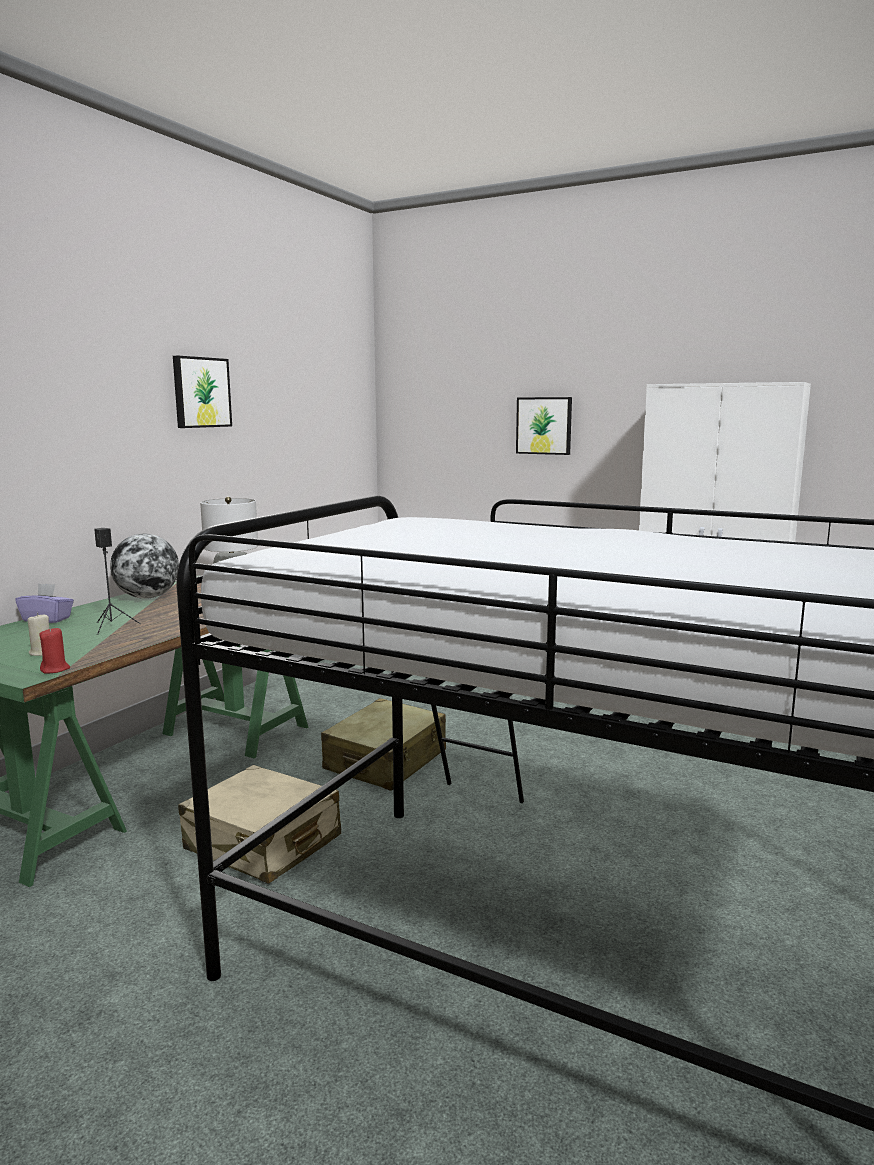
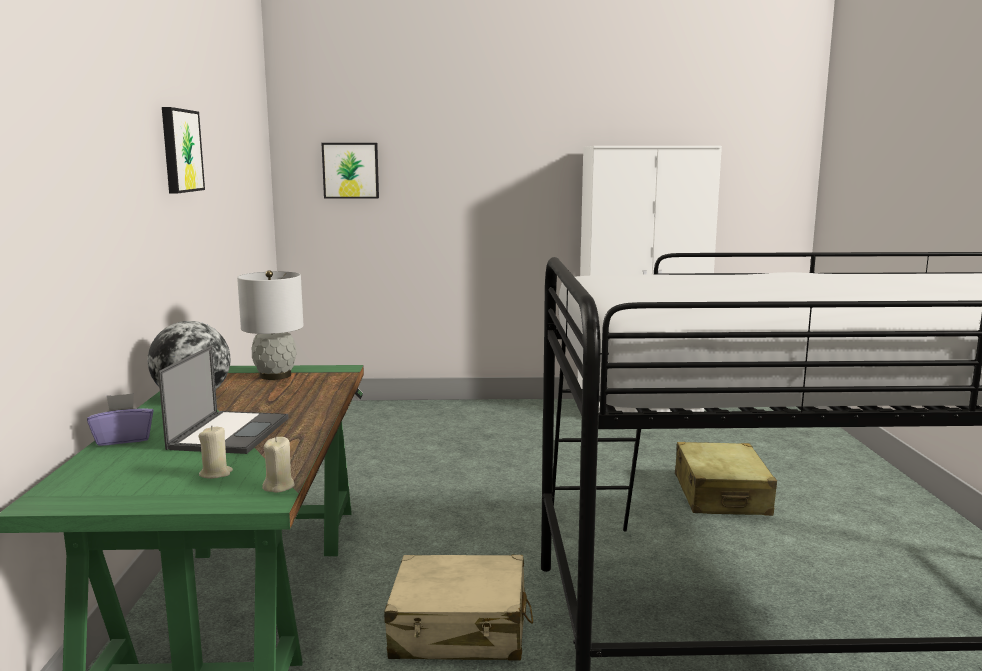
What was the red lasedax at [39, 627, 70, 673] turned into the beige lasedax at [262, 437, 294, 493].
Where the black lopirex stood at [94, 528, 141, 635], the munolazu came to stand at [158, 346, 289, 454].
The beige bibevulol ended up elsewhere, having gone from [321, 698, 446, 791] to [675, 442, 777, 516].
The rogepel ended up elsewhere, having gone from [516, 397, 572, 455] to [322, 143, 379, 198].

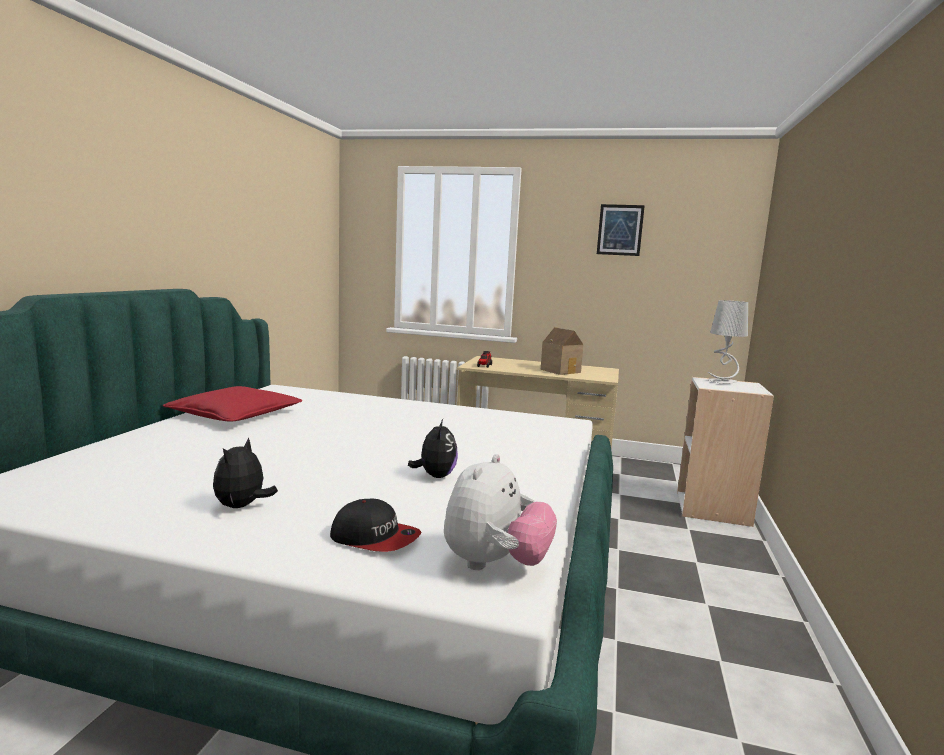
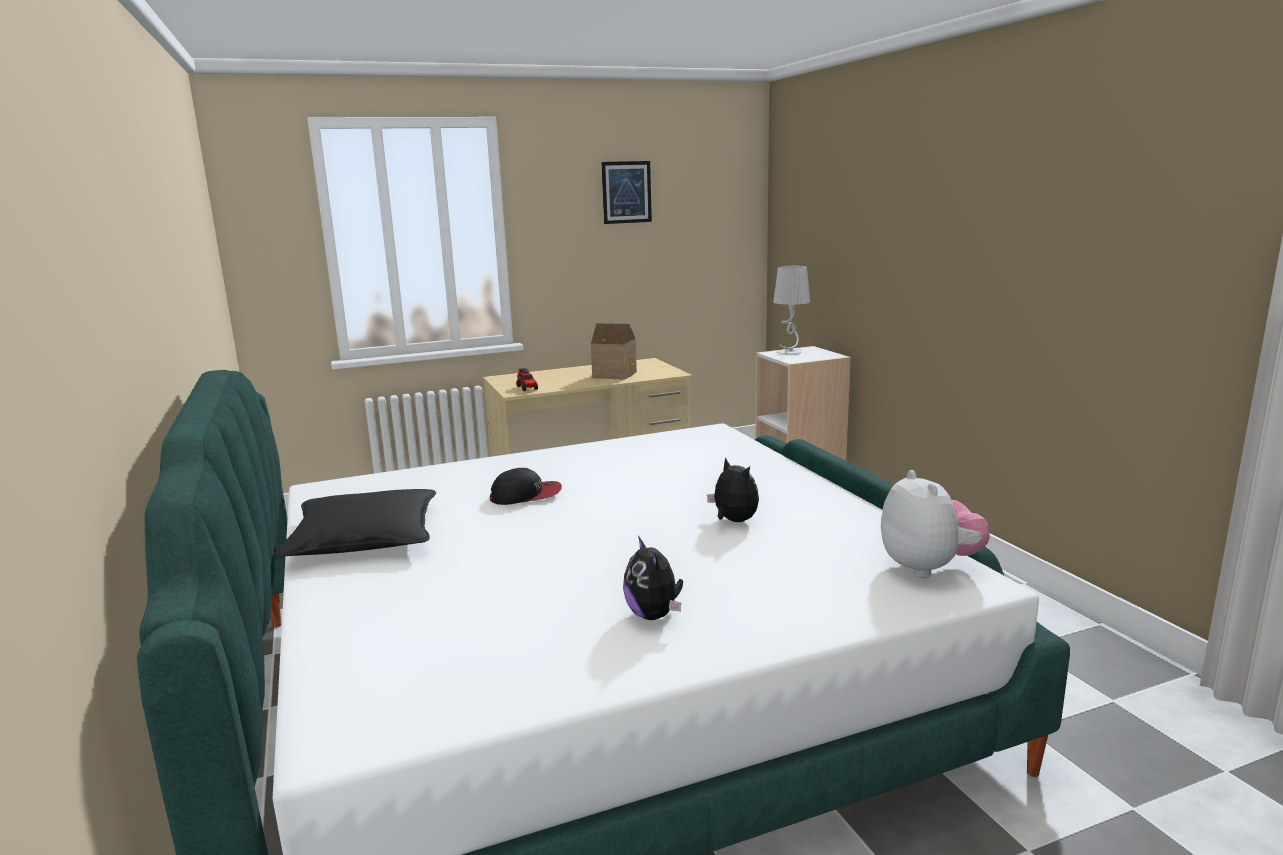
What was the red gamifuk at [163, 386, 302, 421] turned into the black gamifuk at [274, 489, 436, 557].
The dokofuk ended up elsewhere, having gone from [330, 499, 422, 552] to [490, 468, 562, 505].

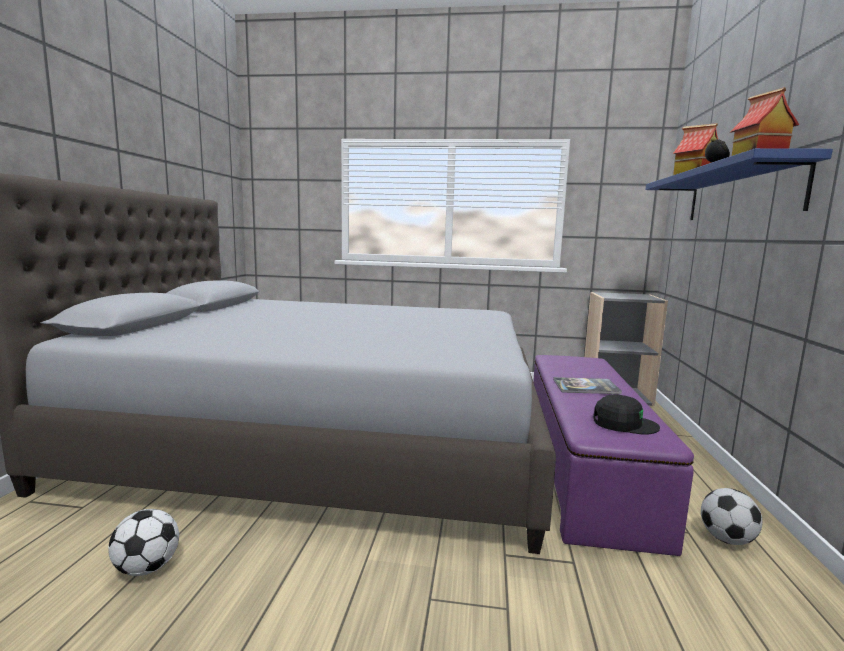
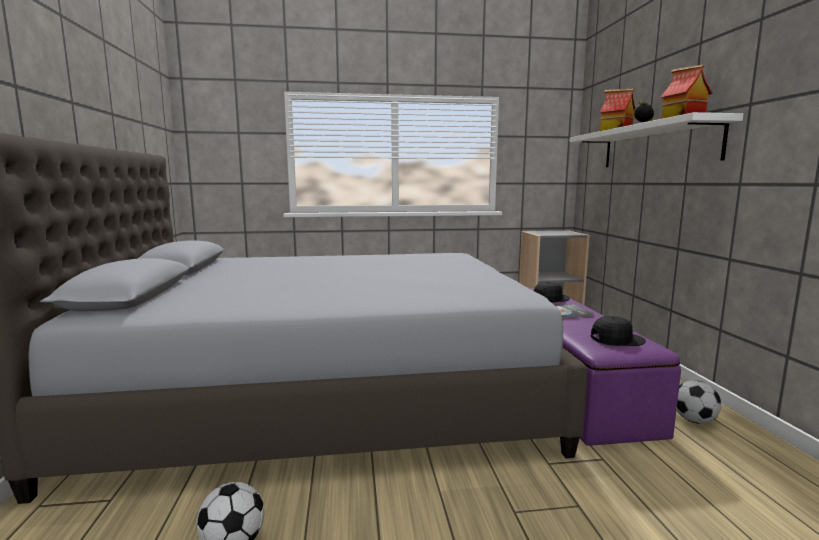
What was the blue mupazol at [645, 148, 833, 220] turned into the white mupazol at [570, 112, 743, 167].
The second view gained the black dokofuk at [534, 282, 570, 302].

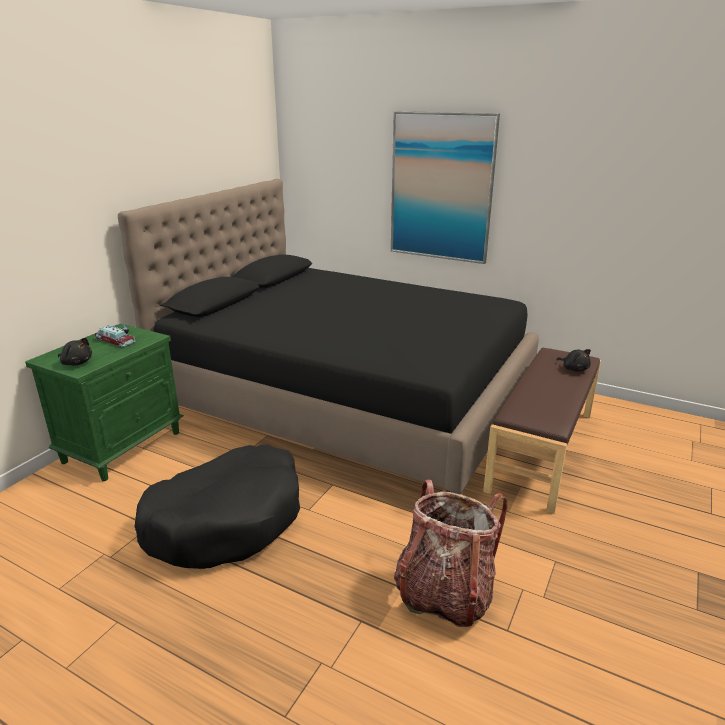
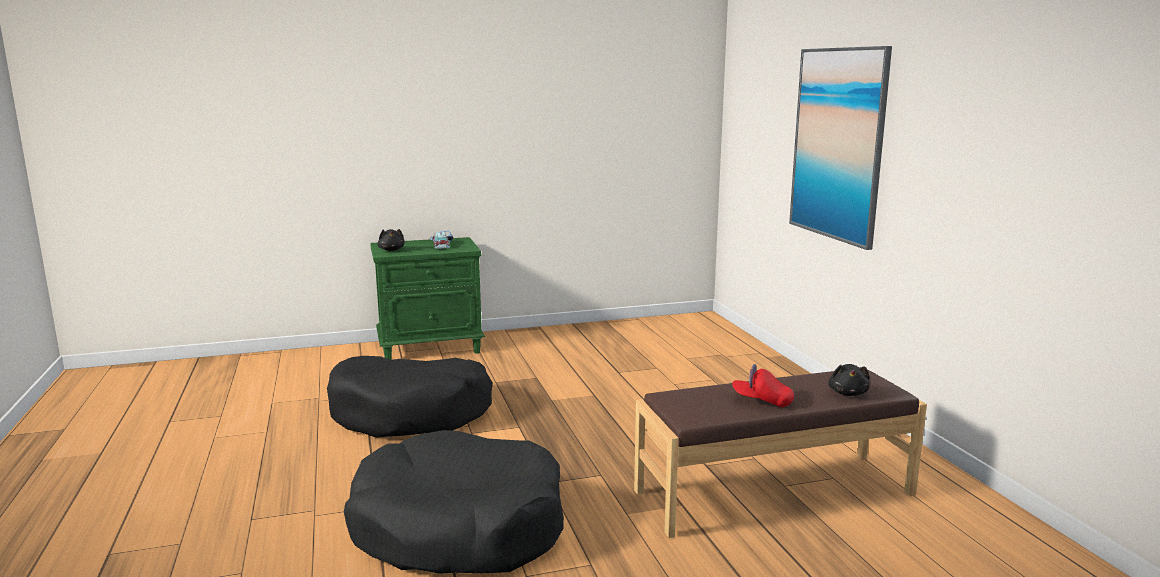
The second view lost the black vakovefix at [118, 179, 539, 494].
Where the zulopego stood at [394, 479, 507, 627], the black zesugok came to stand at [344, 430, 564, 574].
The second view gained the red dokofuk at [732, 364, 794, 407].

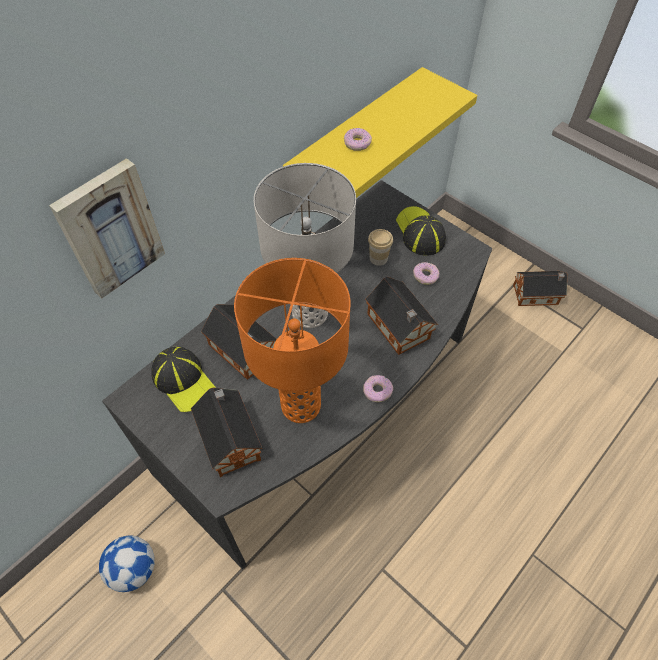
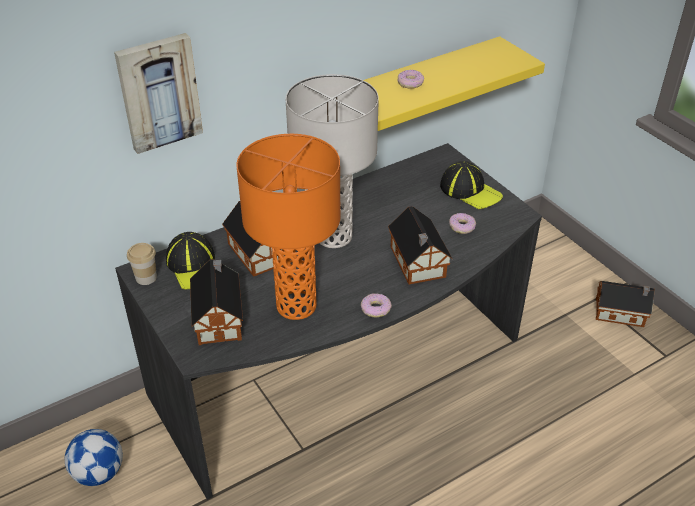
The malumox ended up elsewhere, having gone from [368, 229, 393, 266] to [127, 243, 157, 285].
The dokofuk at [396, 206, 446, 256] ended up facing another way, 135 degrees clockwise from before.

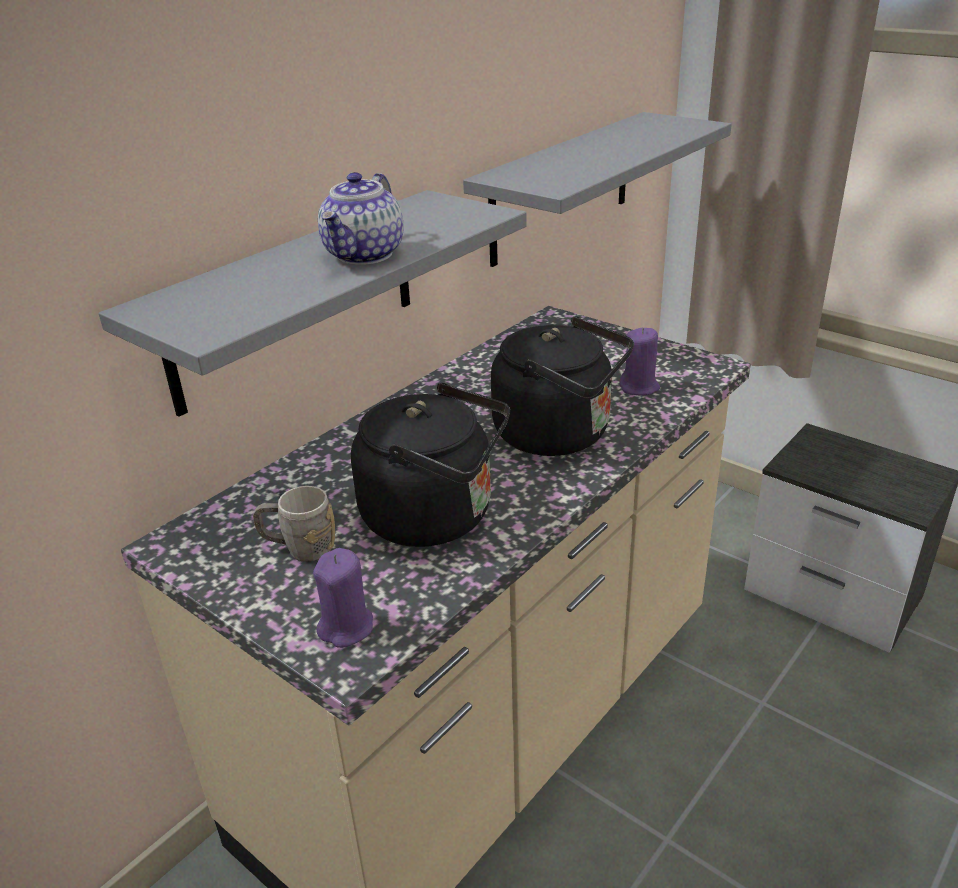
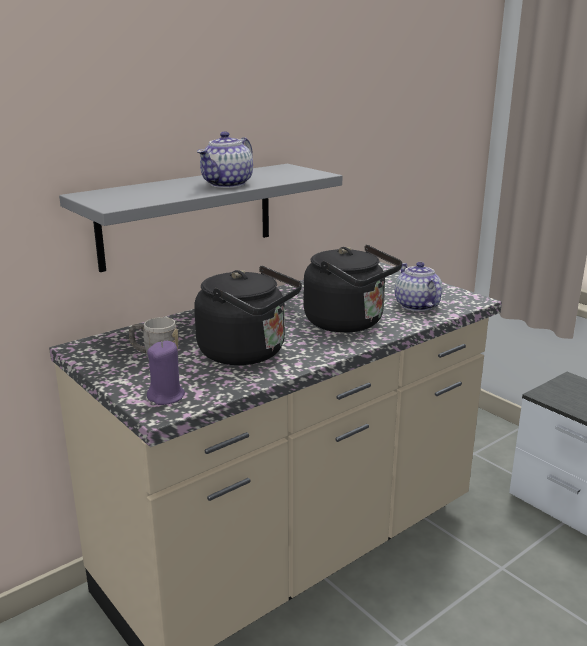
The second view lost the grey mupazol at [463, 112, 732, 267].
Where the purple lasedax stood at [620, 328, 660, 396], the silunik came to stand at [395, 262, 442, 311].

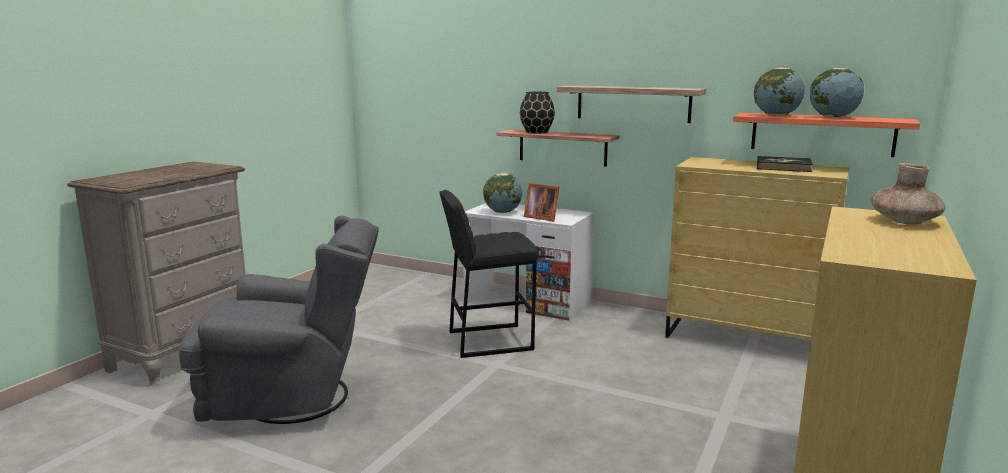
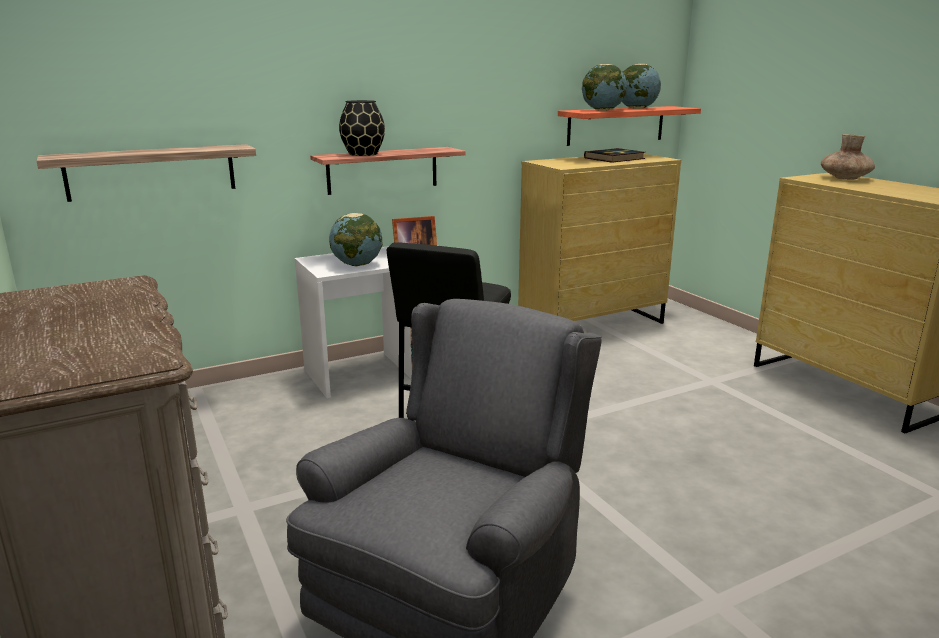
The mupazol ended up elsewhere, having gone from [557, 85, 706, 123] to [37, 144, 256, 202].

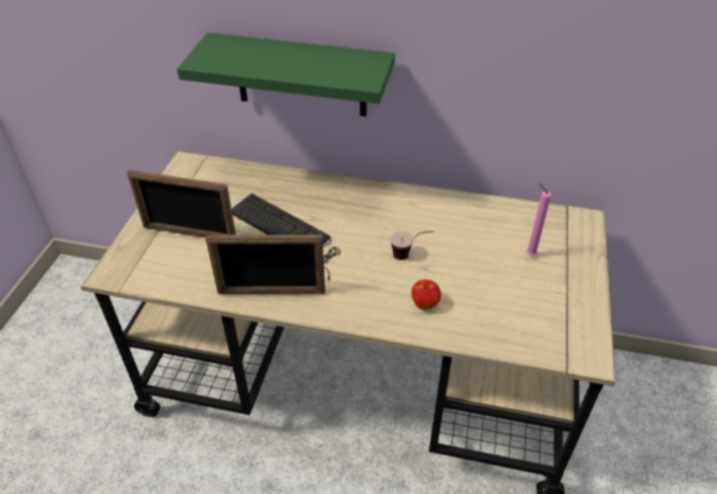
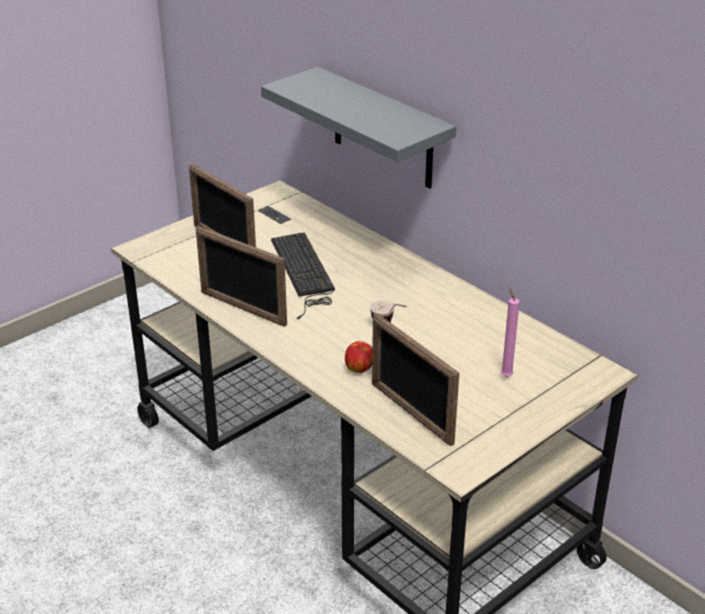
What was the green mupazol at [177, 33, 395, 116] turned into the grey mupazol at [261, 67, 456, 188].
The second view gained the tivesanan at [372, 313, 459, 446].

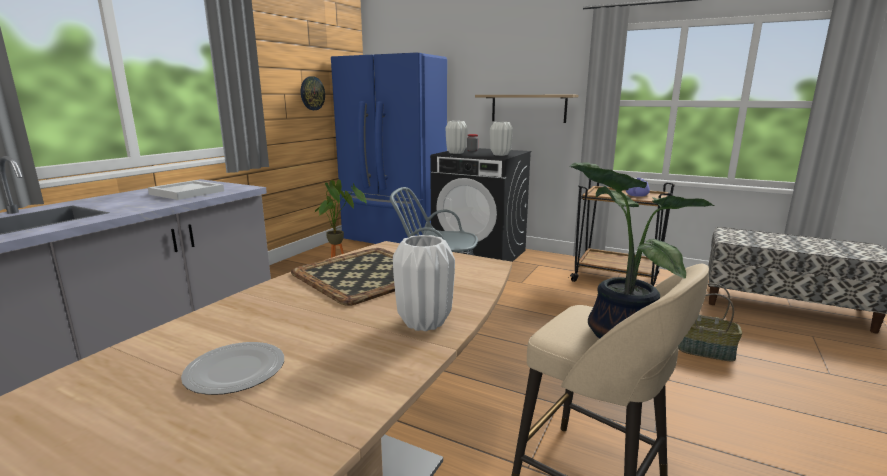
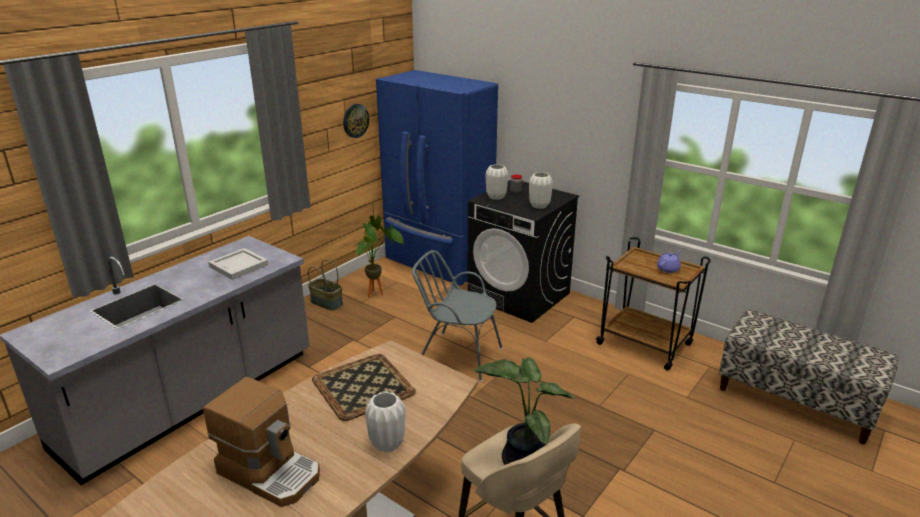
Where the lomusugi stood at [181, 342, 284, 395], the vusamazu came to stand at [203, 377, 320, 507].
The second view lost the mupazol at [475, 95, 578, 123].
The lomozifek ended up elsewhere, having gone from [678, 283, 742, 362] to [308, 259, 343, 311].

